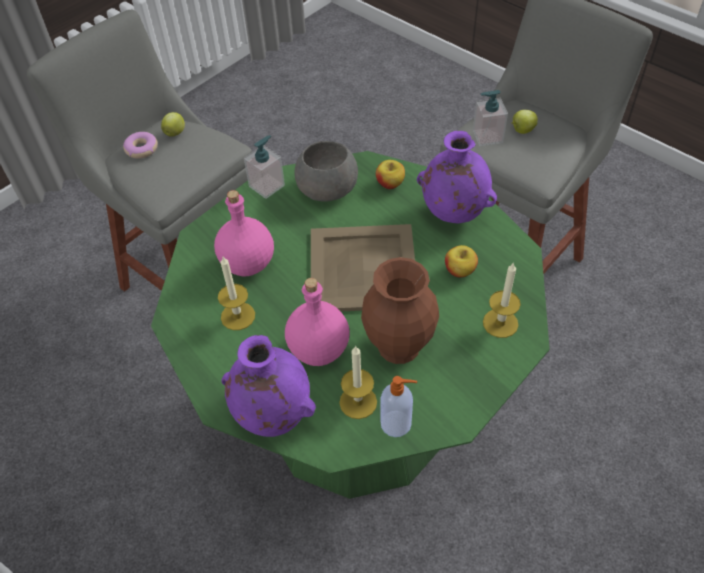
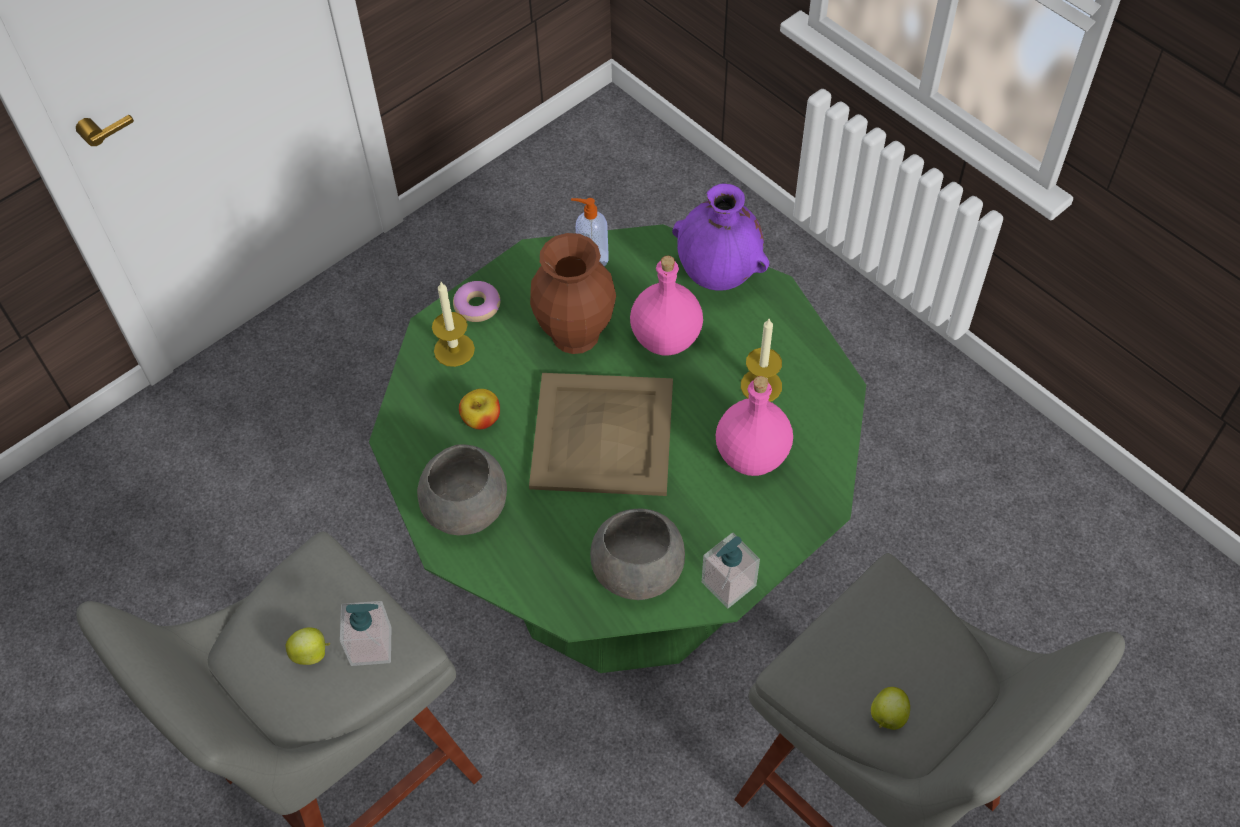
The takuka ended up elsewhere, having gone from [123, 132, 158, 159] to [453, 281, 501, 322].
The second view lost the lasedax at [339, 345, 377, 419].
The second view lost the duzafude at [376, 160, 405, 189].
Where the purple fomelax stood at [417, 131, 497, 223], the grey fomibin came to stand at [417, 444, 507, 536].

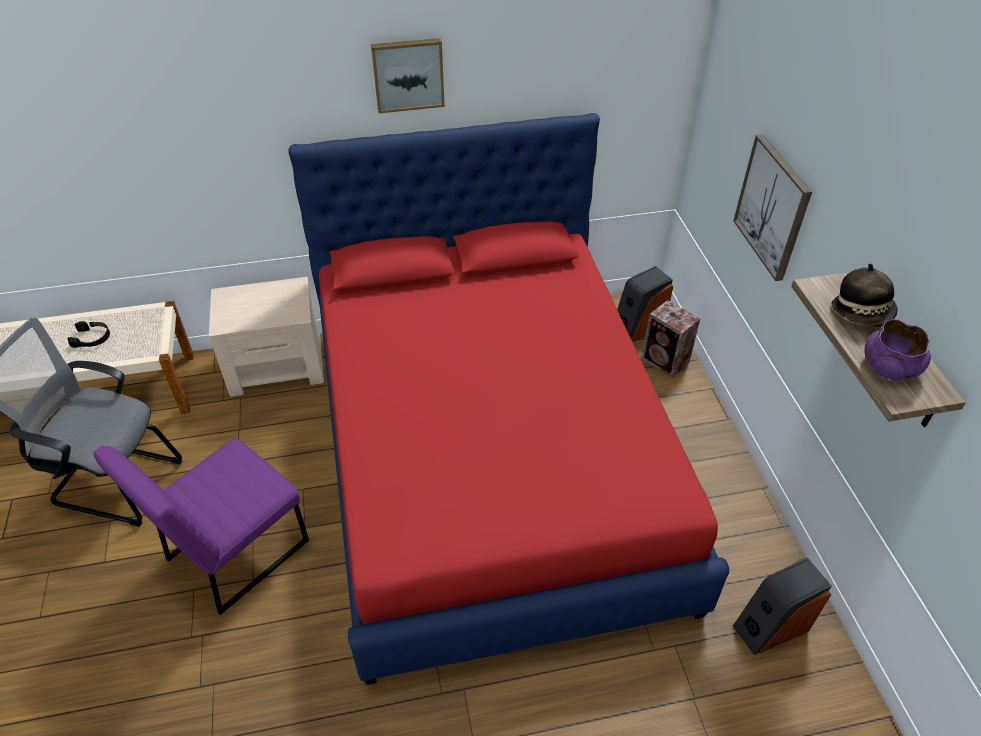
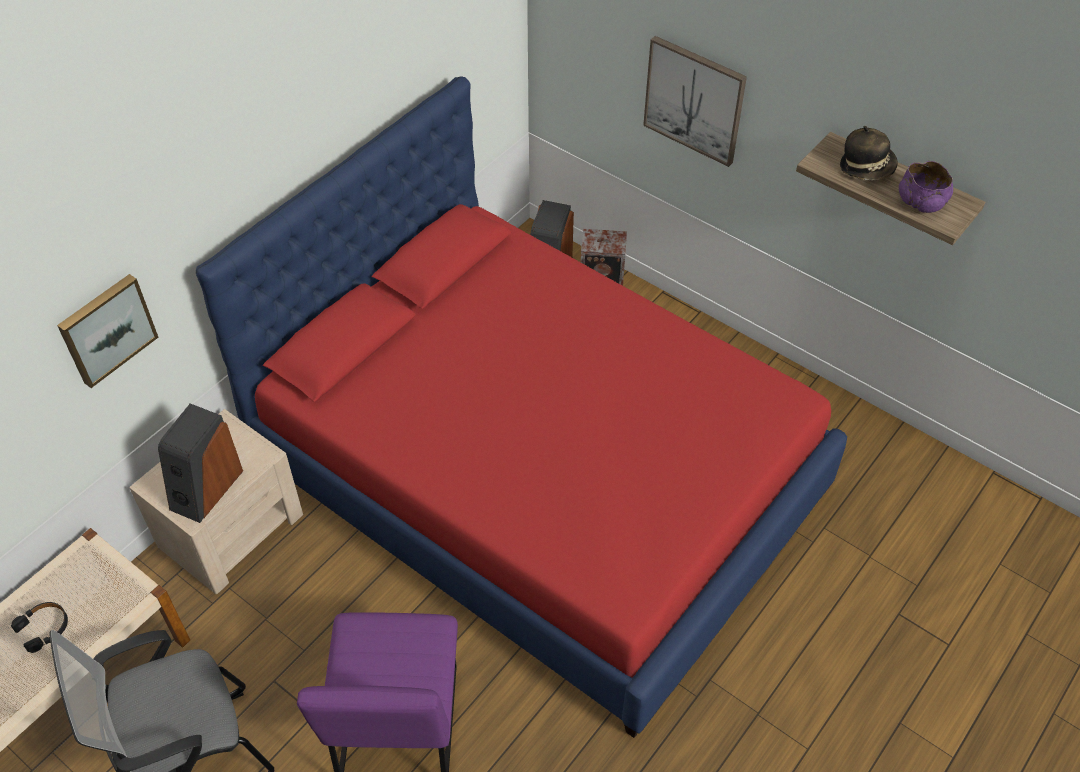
The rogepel ended up elsewhere, having gone from [371, 38, 445, 113] to [57, 274, 158, 388].
The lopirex ended up elsewhere, having gone from [733, 557, 832, 655] to [158, 403, 243, 523].

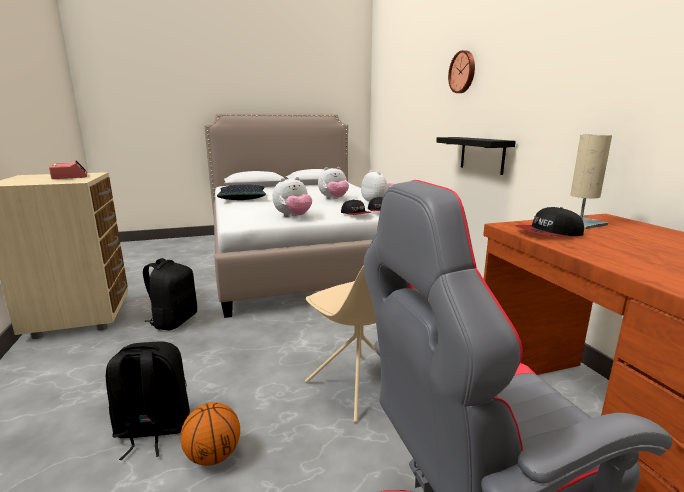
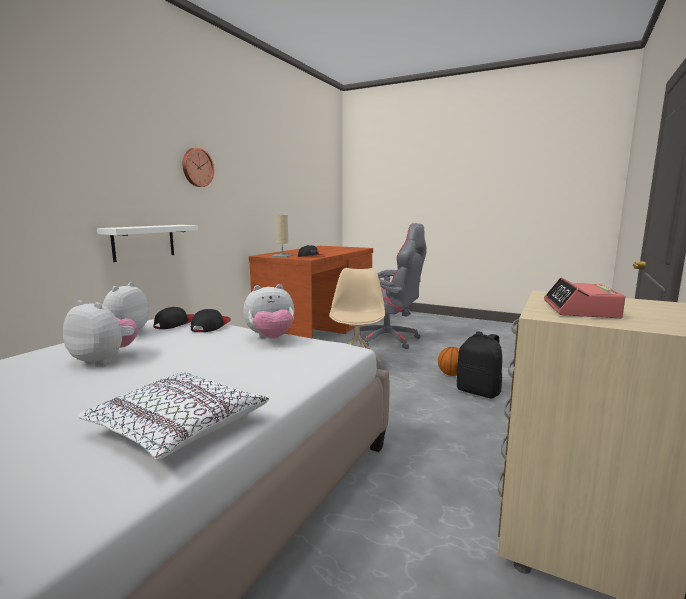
The second view lost the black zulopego at [143, 258, 197, 330].
What was the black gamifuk at [217, 184, 266, 200] turned into the white gamifuk at [78, 372, 269, 460].
The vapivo at [273, 177, 312, 217] ended up facing another way, 150 degrees clockwise from before.
What was the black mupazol at [436, 137, 516, 175] turned into the white mupazol at [97, 225, 198, 262].
The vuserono ended up elsewhere, having gone from [448, 50, 475, 93] to [183, 148, 214, 187].

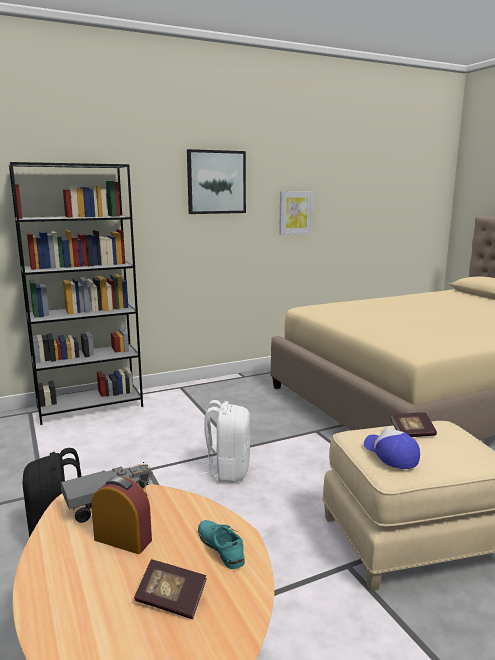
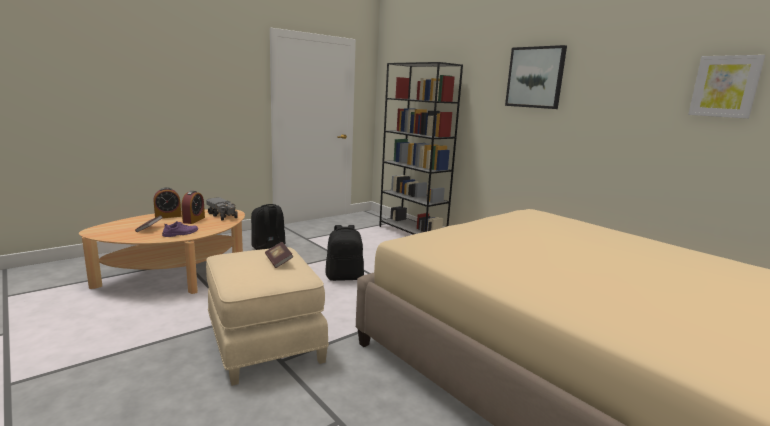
What was the white zulopego at [197, 400, 250, 482] turned into the black zulopego at [325, 225, 364, 281].
What was the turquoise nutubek at [198, 520, 245, 569] turned into the purple nutubek at [162, 221, 198, 237].
The rogepel ended up elsewhere, having gone from [279, 191, 313, 235] to [688, 55, 766, 119].
The second view lost the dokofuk at [364, 427, 420, 469].
The second view gained the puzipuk at [153, 187, 181, 218].

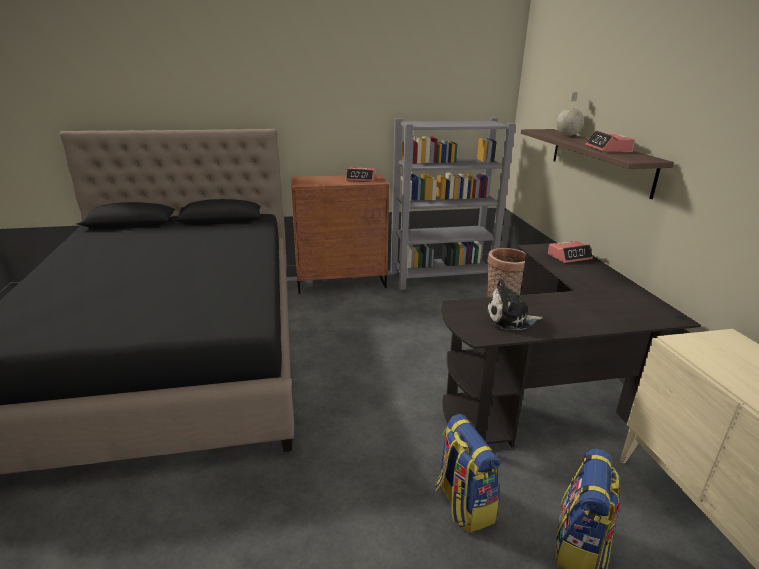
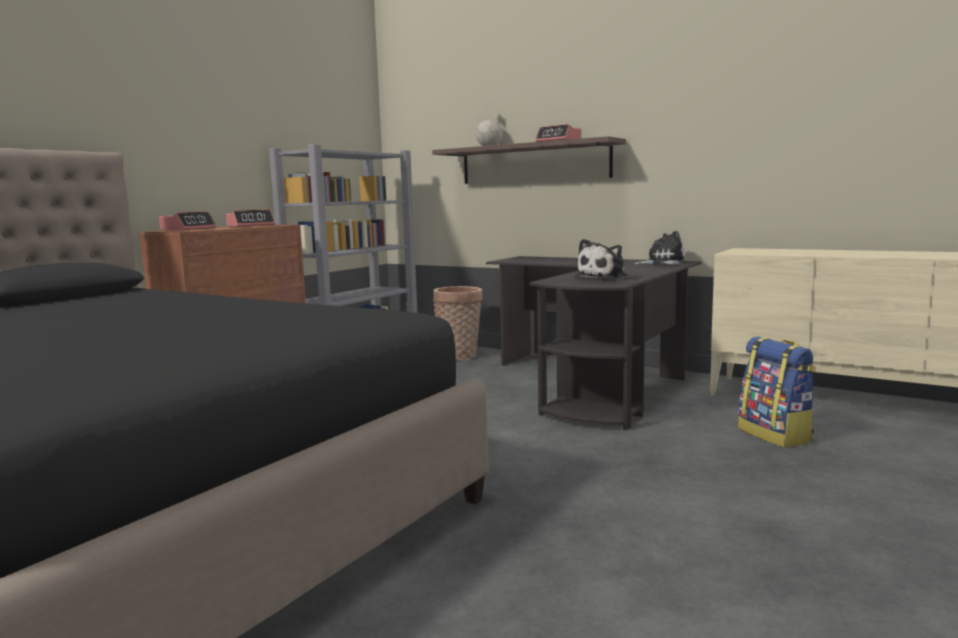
The second view lost the zulopego at [435, 414, 501, 533].
The puzipuk ended up elsewhere, having gone from [548, 241, 593, 263] to [159, 211, 217, 230].
The second view gained the vapivo at [635, 231, 687, 265].

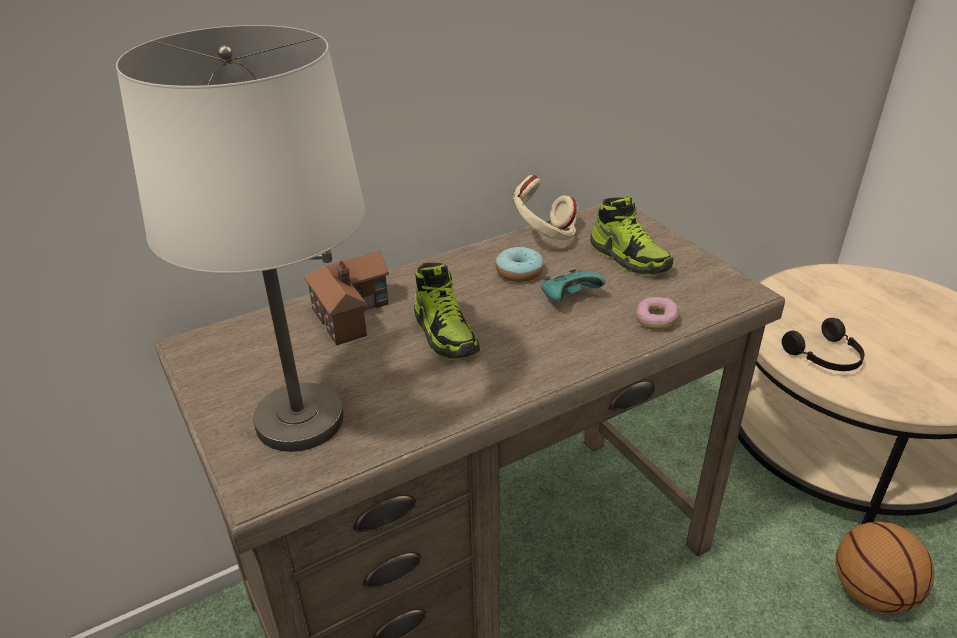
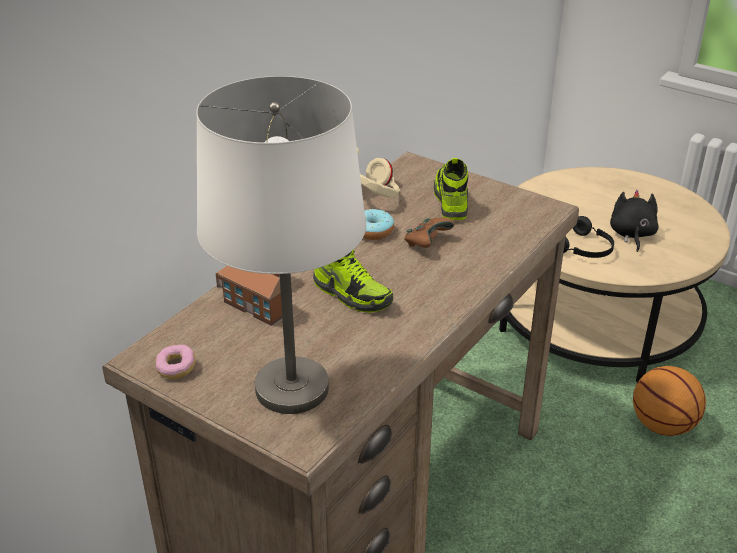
What was the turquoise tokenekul at [541, 269, 605, 302] turned into the brown tokenekul at [404, 218, 455, 248].
The nutubek at [590, 195, 674, 276] ended up facing another way, 120 degrees counterclockwise from before.
The takuka ended up elsewhere, having gone from [636, 297, 679, 330] to [155, 345, 195, 379].
The second view gained the black vapivo at [610, 190, 659, 252].

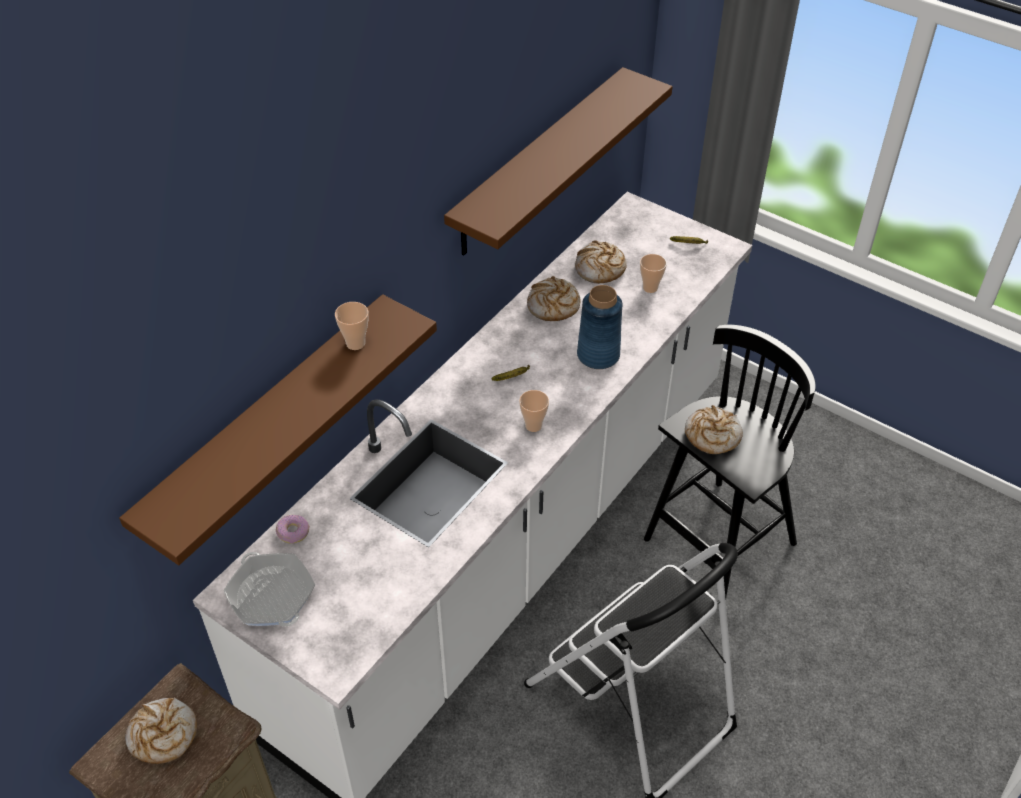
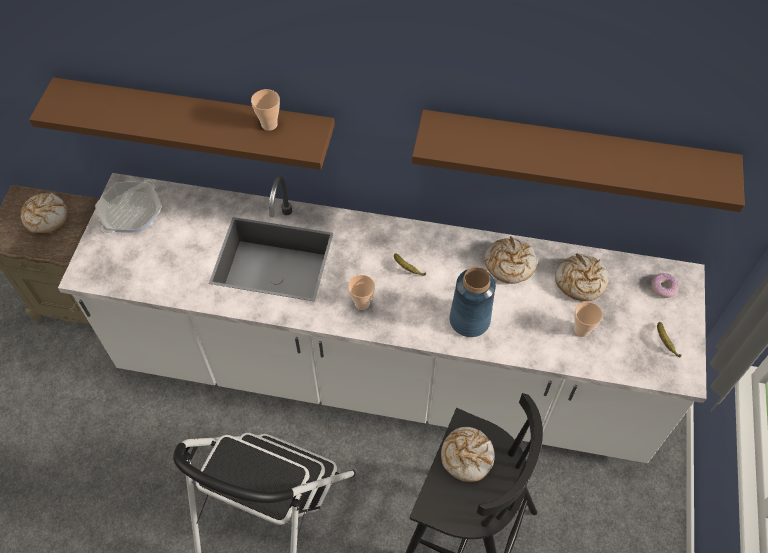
The takuka ended up elsewhere, having gone from [276, 515, 310, 544] to [652, 273, 679, 298].

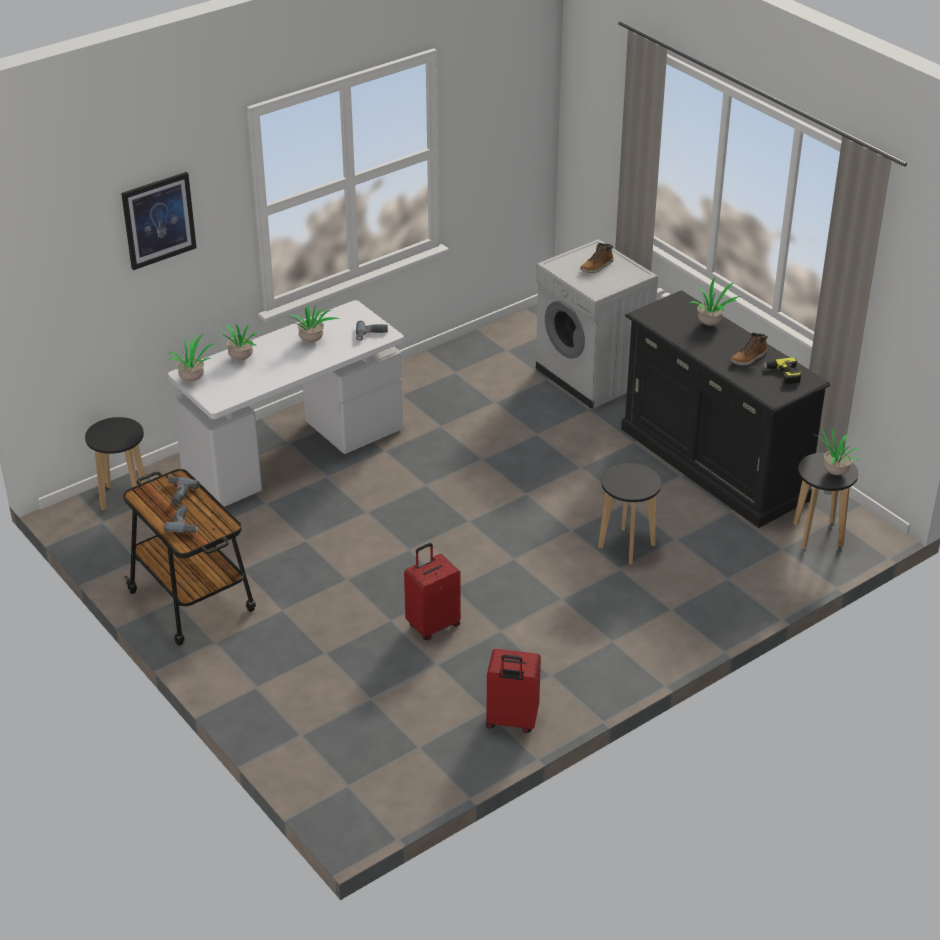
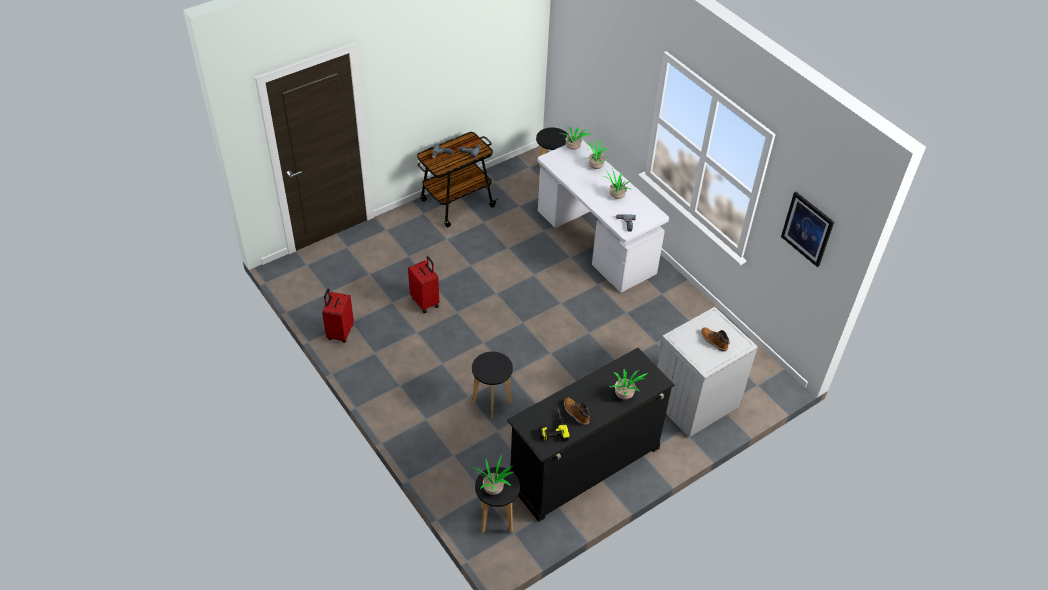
The rogepel ended up elsewhere, having gone from [121, 172, 197, 270] to [781, 192, 834, 267].

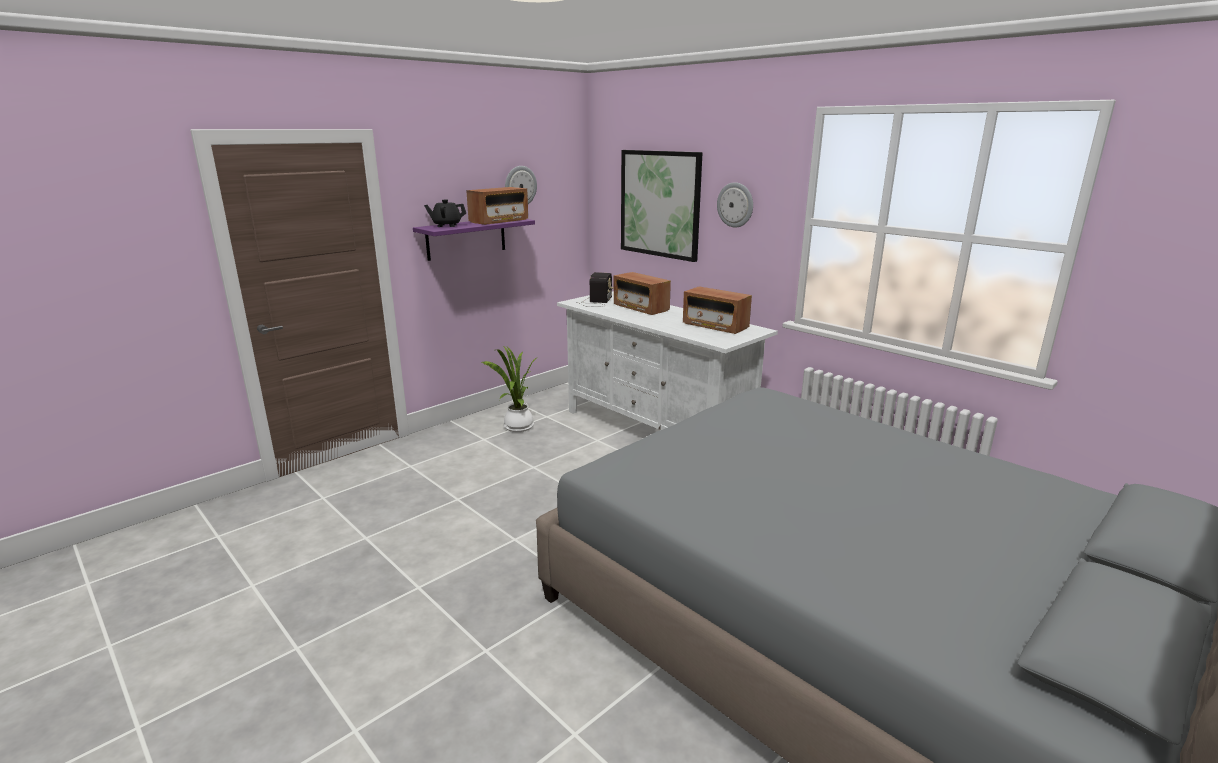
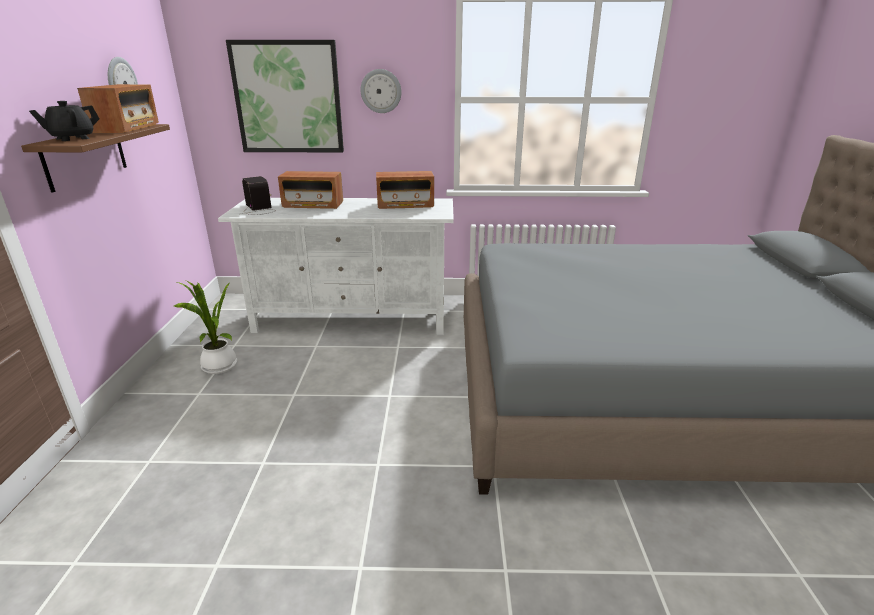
What was the purple mupazol at [413, 219, 535, 261] turned into the brown mupazol at [21, 124, 170, 193].

